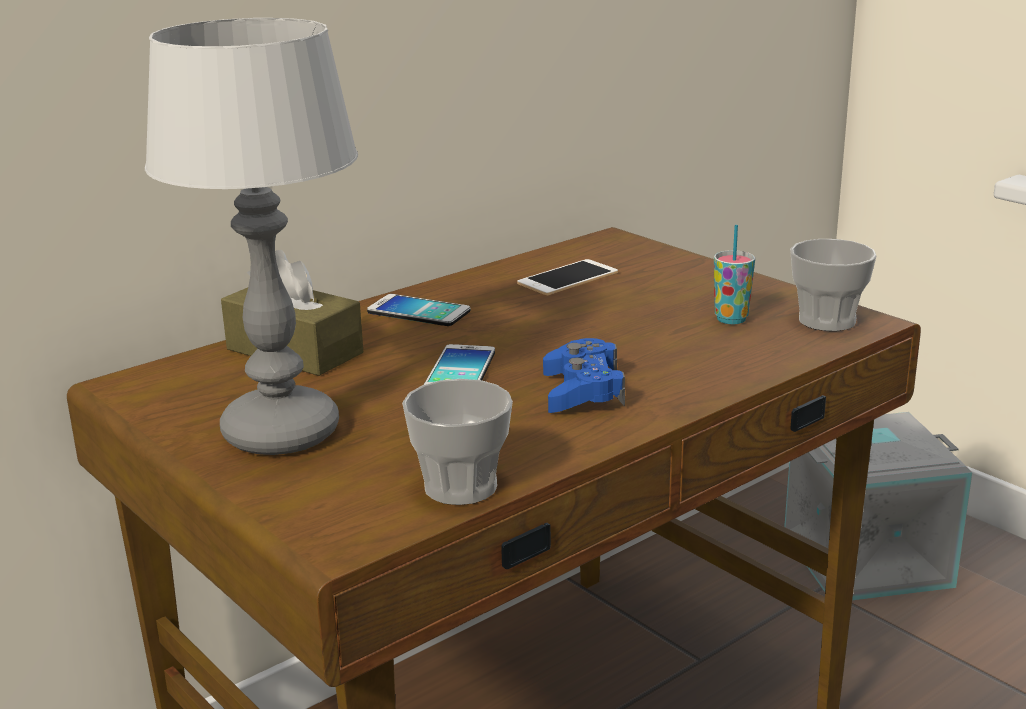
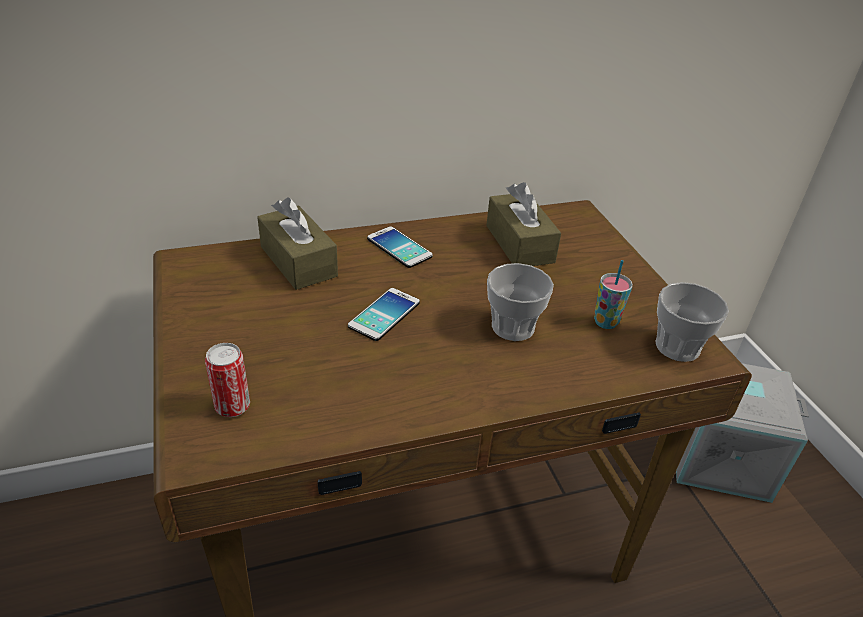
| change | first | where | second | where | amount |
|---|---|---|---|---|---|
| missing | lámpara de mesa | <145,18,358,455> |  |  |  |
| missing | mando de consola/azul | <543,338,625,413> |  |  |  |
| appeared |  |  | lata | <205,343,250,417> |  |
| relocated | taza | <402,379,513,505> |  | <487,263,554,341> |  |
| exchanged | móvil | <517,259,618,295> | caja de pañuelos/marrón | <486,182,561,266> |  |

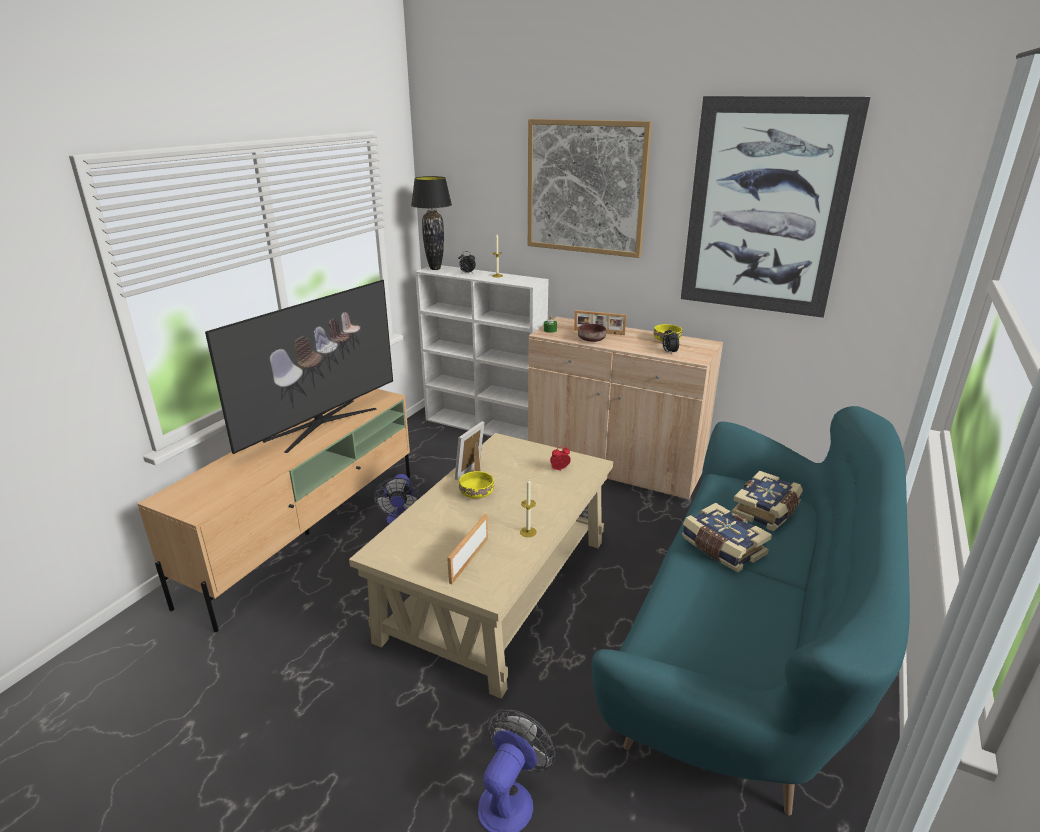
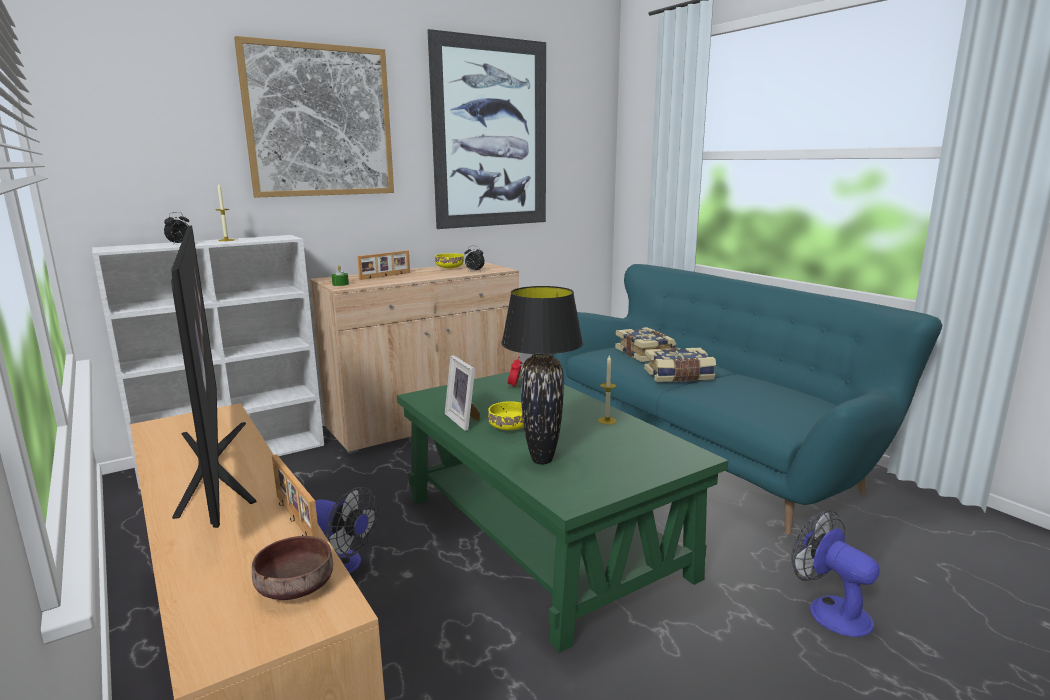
| change | first | where | second | where | amount |
|---|---|---|---|---|---|
| relocated | lámpara de mesa/negro | <411,176,452,270> |  | <501,286,583,464> |  |
| relocated | portarretratos | <447,514,488,584> |  | <272,454,319,538> |  |
| relocated | cuenco/marrón | <578,324,606,342> |  | <252,536,333,600> |  |
| colour | mesa de centro/beis | <349,433,613,699> | mesa de centro/verde | <397,369,728,653> |  |

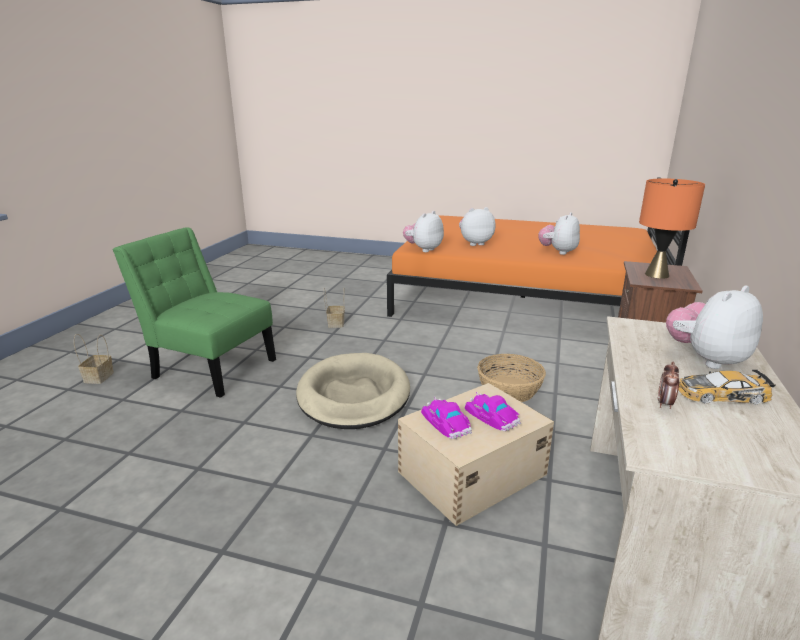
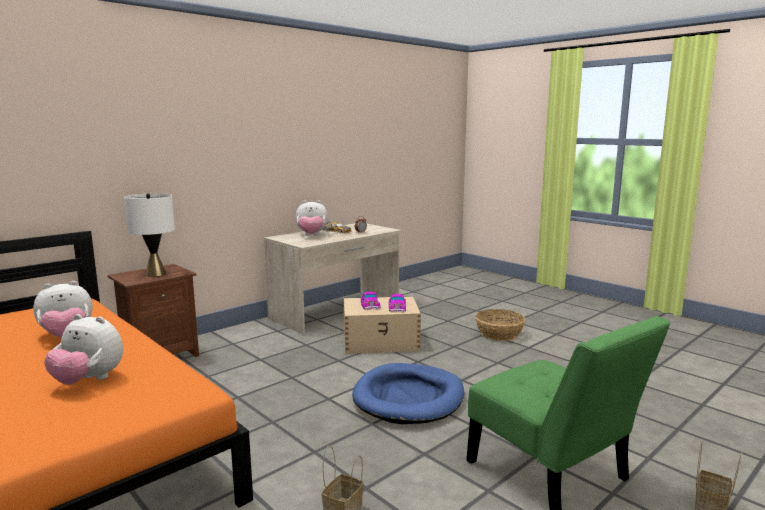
| change | first | where | second | where | amount |
|---|---|---|---|---|---|
| missing | peluche | <403,211,444,252> |  |  |  |
| relocated | cesta | <477,354,546,402> |  | <475,309,525,341> |  |
| colour | cama para perro/beis | <296,353,410,429> | cama para perro/azul | <352,363,464,424> |  |
| colour | lámpara de mesa/naranja | <639,178,705,279> | lámpara de mesa/blanco | <124,193,175,277> |  |

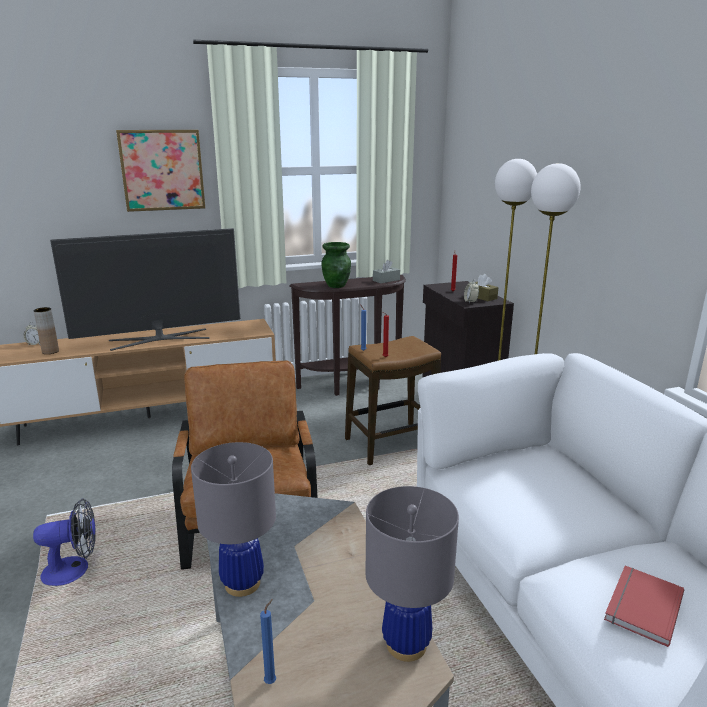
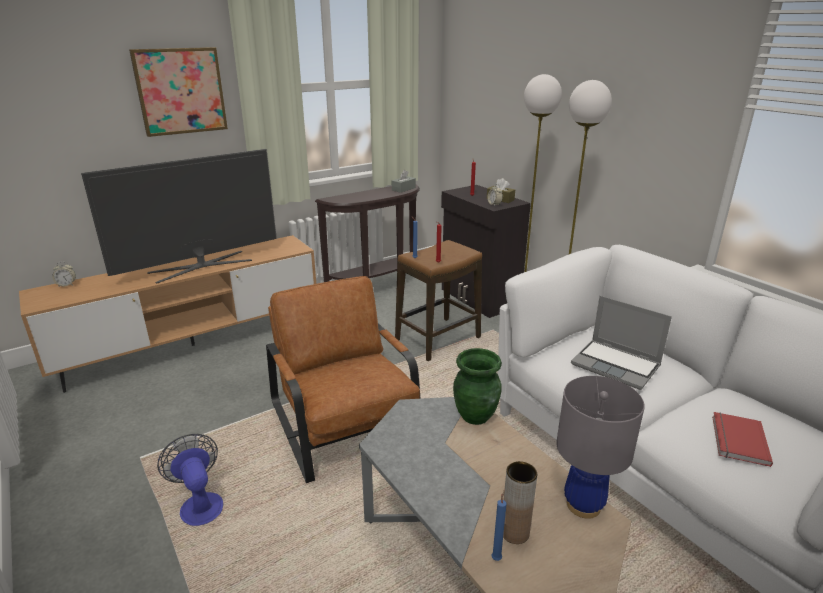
| change | first | where | second | where | amount |
|---|---|---|---|---|---|
| missing | lámpara de mesa/gris | <191,442,276,597> |  |  |  |
| appeared |  |  | portátil | <571,296,672,390> |  |
| relocated | florero/marrón | <34,307,59,354> |  | <503,461,537,544> |  |
| relocated | florero/verde | <322,242,351,288> |  | <453,348,502,425> |  |
| spun | ventilador | <33,498,96,586> |  | <157,434,223,526> | 90 degrees counterclockwise |

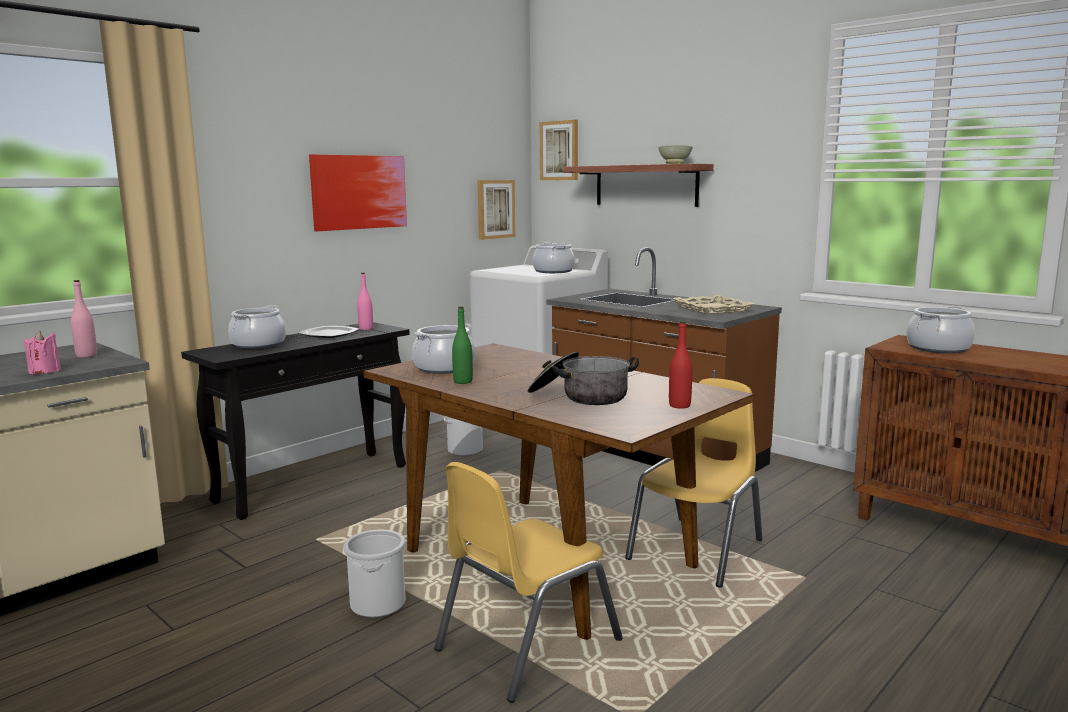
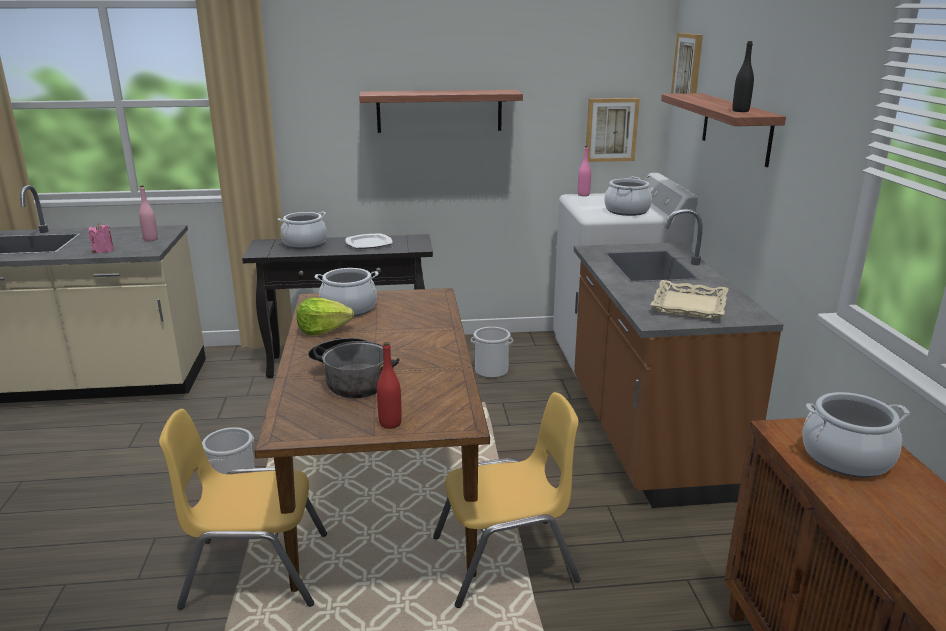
| change | first | where | second | where | amount |
|---|---|---|---|---|---|
| relocated | botella/rosa | <357,273,373,330> |  | <578,146,591,196> |  |
| exchanged | cuadro | <309,154,407,231> | estante | <359,90,523,133> |  |
| exchanged | botella/verde | <452,307,473,384> | lechuga | <296,298,354,335> |  |
| exchanged | cuenco/beis | <658,145,693,164> | botella/negro | <732,41,754,112> |  |

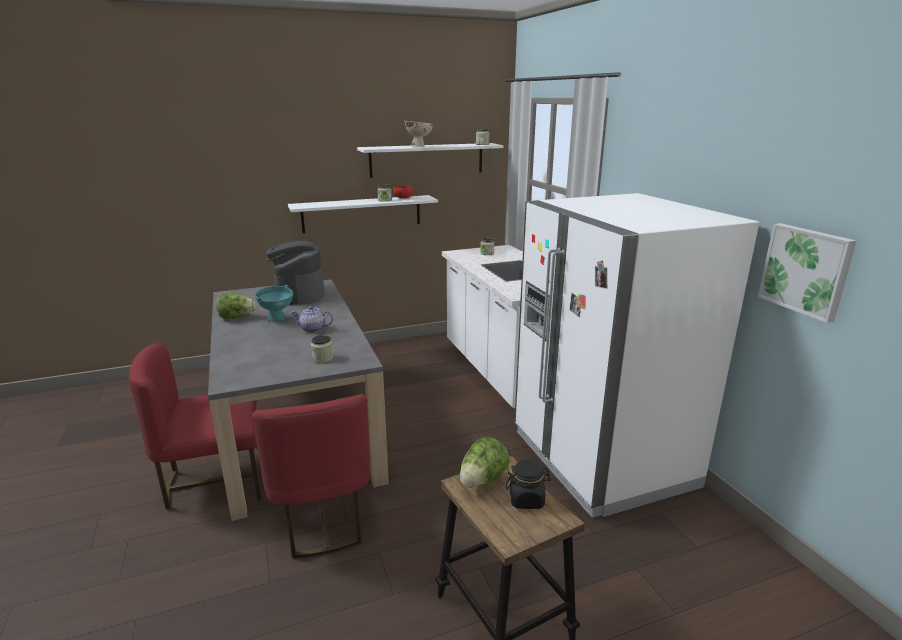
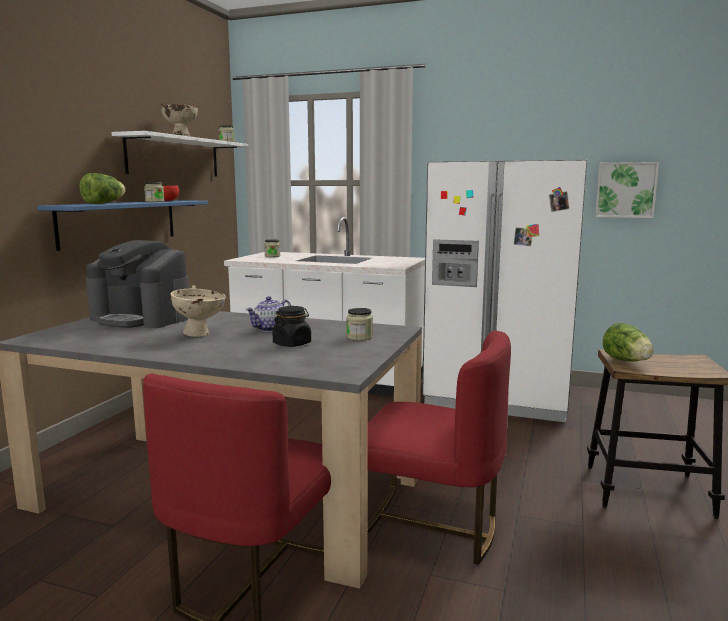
| change | first | where | second | where | amount |
|---|---|---|---|---|---|
| relocated | lechuga | <217,293,256,319> |  | <80,173,126,204> |  |
| relocated | tarro/negro | <506,460,551,509> |  | <272,306,311,347> |  |
| colour | cuenco/turquesa | <255,285,293,322> | cuenco/beis | <171,285,226,337> |  |
| colour | estante/blanco | <288,195,438,233> | estante/azul | <37,200,208,251> |  |

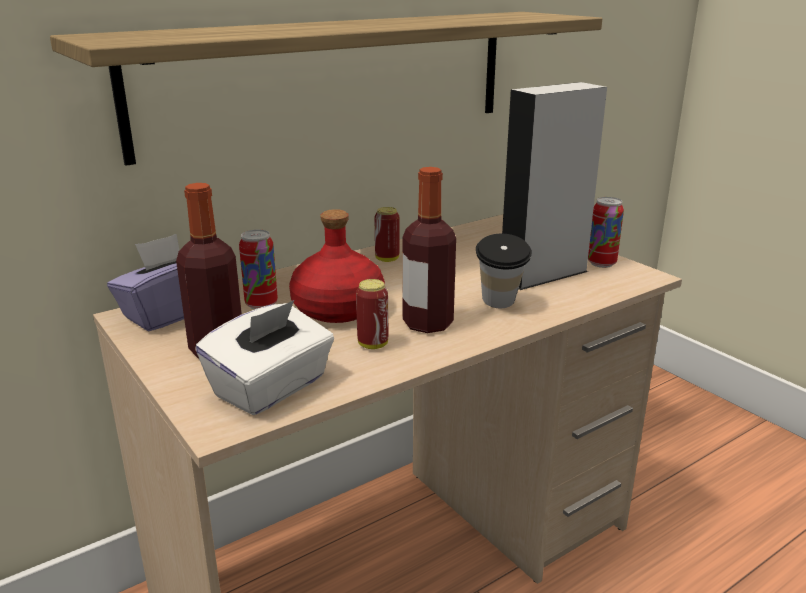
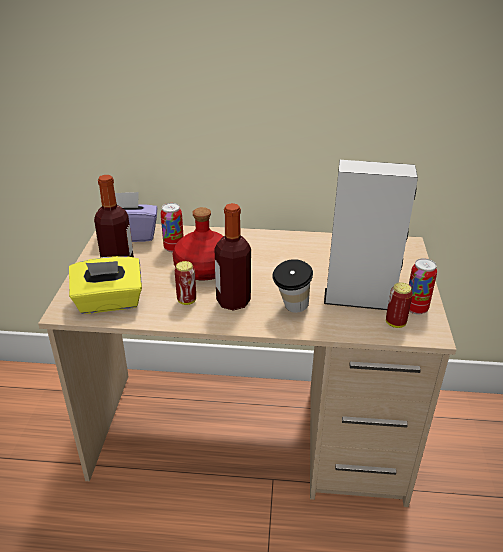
| change | first | where | second | where | amount |
|---|---|---|---|---|---|
| missing | estante | <50,12,602,166> |  |  |  |
| relocated | lata | <374,207,399,262> |  | <386,282,413,328> |  |
| colour | caja de pañuelos/blanco | <195,300,334,415> | caja de pañuelos/amarillo | <69,256,142,314> |  |

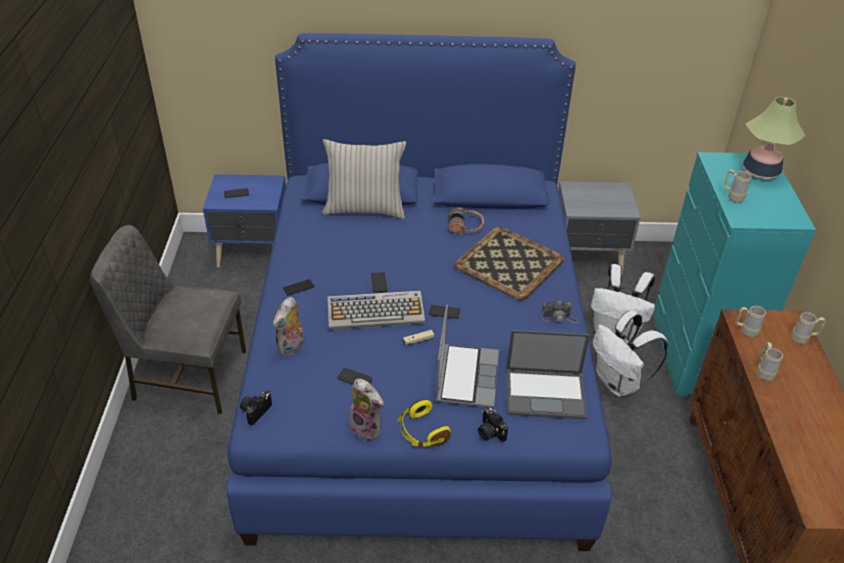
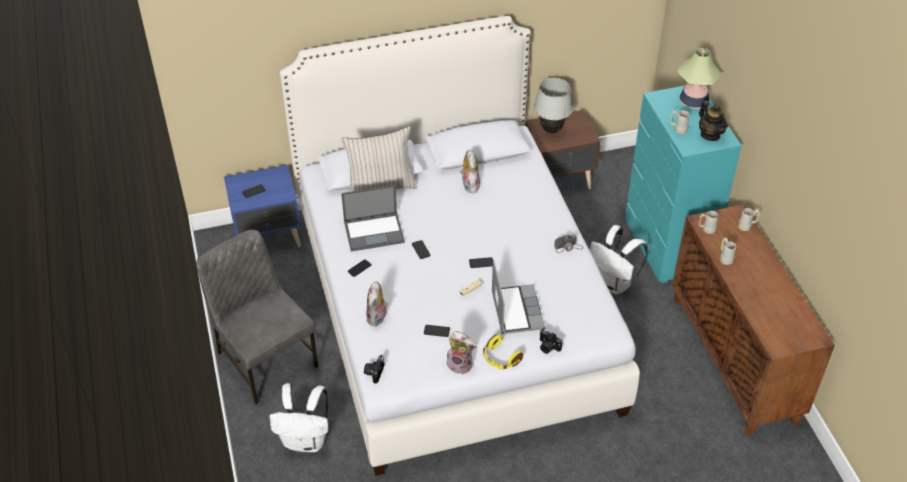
| change | first | where | second | where | amount |
|---|---|---|---|---|---|
| missing | teclado | <327,290,425,330> |  |  |  |
| missing | bandeja | <454,227,564,300> |  |  |  |
| appeared |  |  | lámpara de mesa/blanco | <534,78,573,134> |  |
| appeared |  |  | tetera | <699,101,728,141> |  |
| relocated | portátil | <506,330,590,420> |  | <341,185,405,252> |  |
| relocated | mochila/blanco | <591,264,655,344> |  | <269,383,329,452> |  |
| exchanged | auriculares | <448,208,484,235> | peluche | <460,150,480,193> |  |
| colour | cama/azul | <227,33,611,551> | cama/blanco | <280,16,640,476> |  |
| colour | mesita de noche/gris | <558,182,640,275> | mesita de noche/marrón | <525,110,601,189> |  |
| spun | silla/gris | <90,225,246,414> |  | <196,230,318,404> | 60 degrees clockwise |

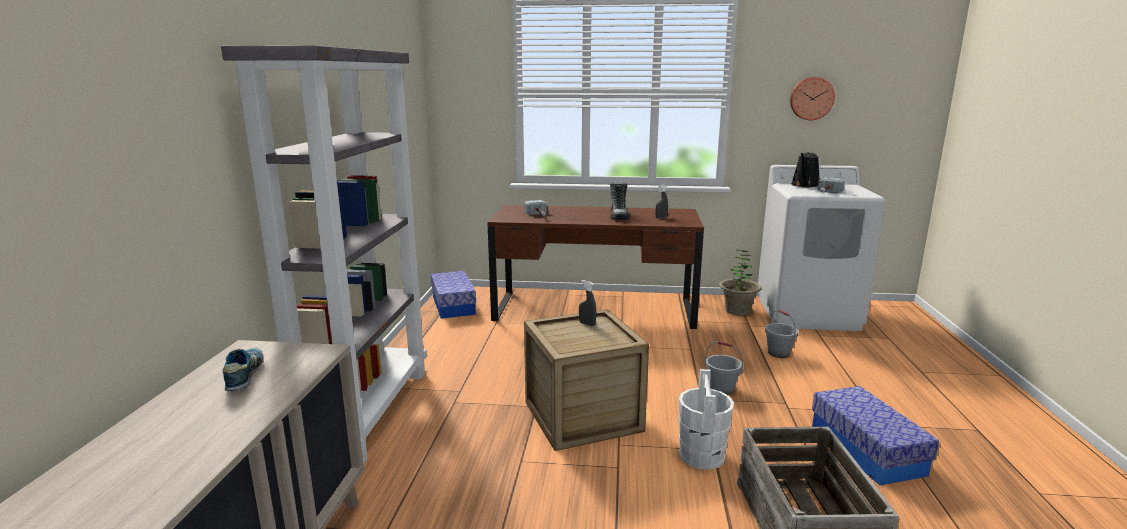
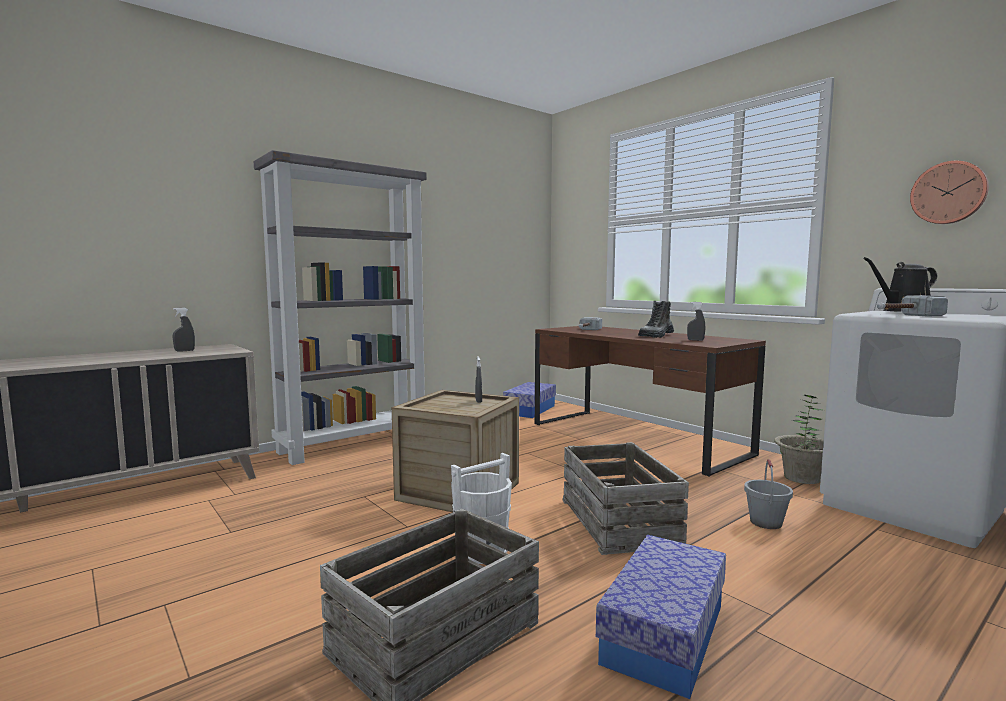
| change | first | where | second | where | amount |
|---|---|---|---|---|---|
| exchanged | zapato | <222,348,264,391> | pulverizador/gris | <172,308,195,351> |  |
| exchanged | cubo/gris | <705,341,744,395> | caja de embalaje | <563,442,689,555> |  |

